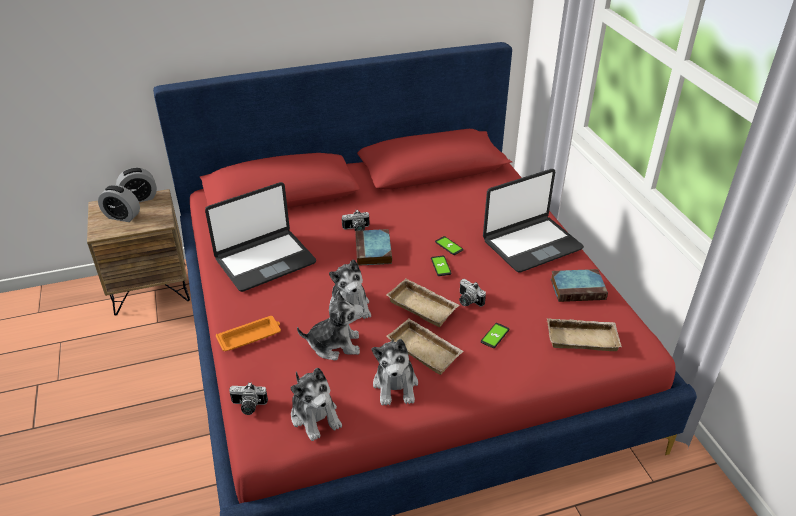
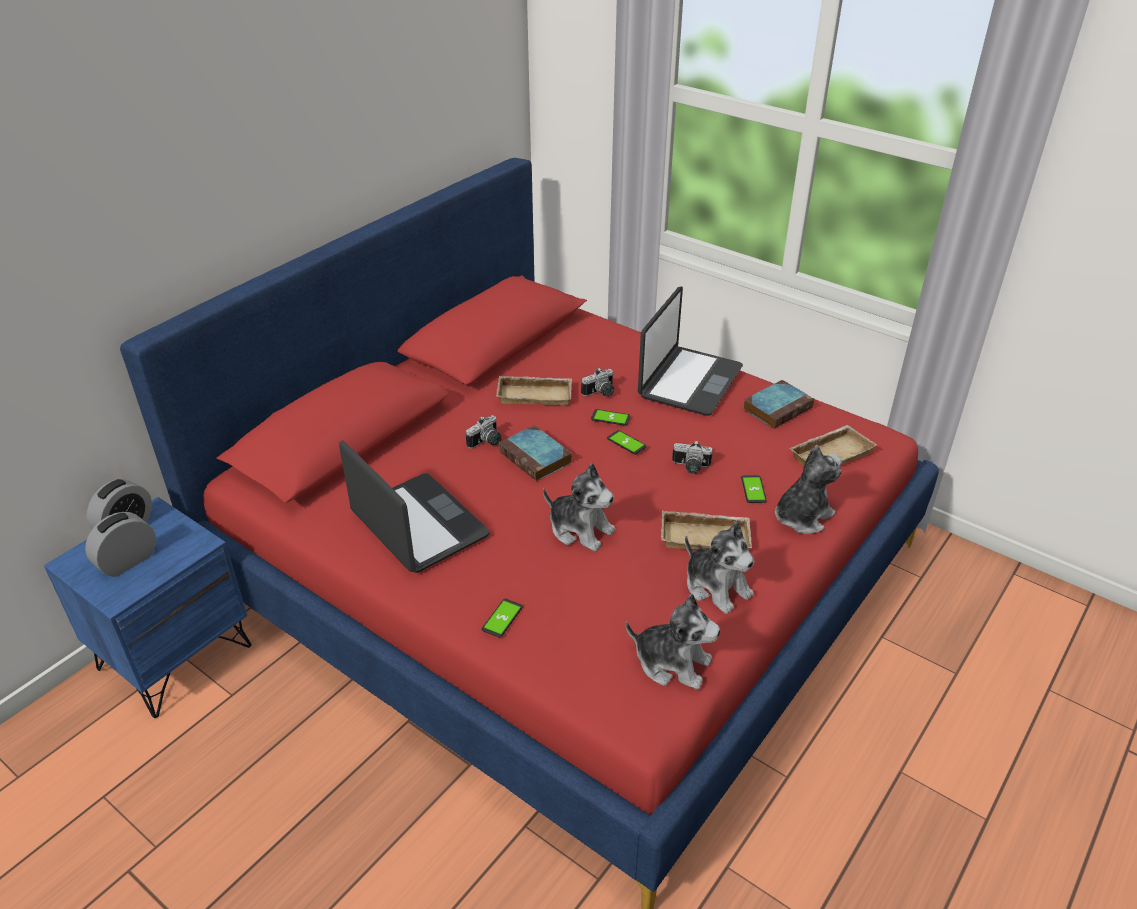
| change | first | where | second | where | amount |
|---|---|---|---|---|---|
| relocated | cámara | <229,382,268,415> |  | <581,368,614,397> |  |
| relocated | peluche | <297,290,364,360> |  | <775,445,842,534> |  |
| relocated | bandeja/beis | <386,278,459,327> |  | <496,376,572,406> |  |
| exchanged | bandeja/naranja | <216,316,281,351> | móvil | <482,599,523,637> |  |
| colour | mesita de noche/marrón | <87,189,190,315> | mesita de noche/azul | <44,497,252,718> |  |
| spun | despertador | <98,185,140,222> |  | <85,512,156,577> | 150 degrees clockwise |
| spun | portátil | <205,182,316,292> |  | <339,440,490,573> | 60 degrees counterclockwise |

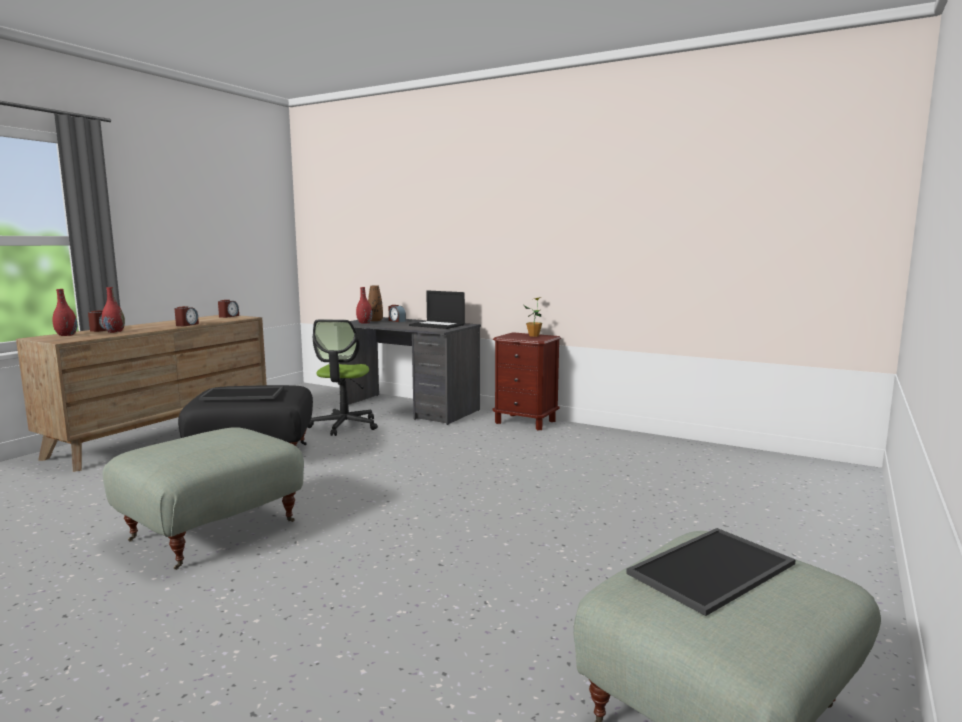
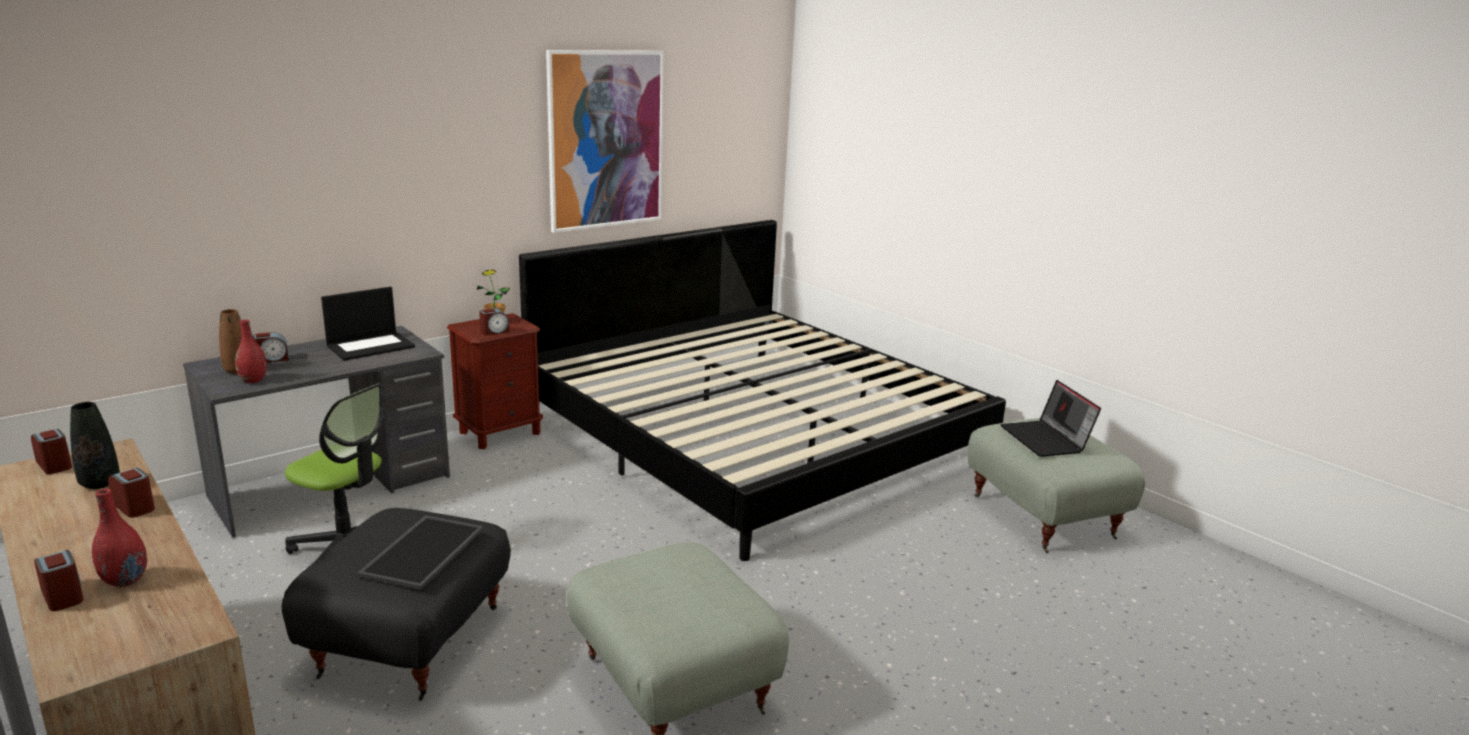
| change | first | where | second | where | amount |
|---|---|---|---|---|---|
| missing | florero/rojo | <52,289,77,336> |  |  |  |
| appeared |  |  | florero/negro | <70,402,120,489> |  |
| appeared |  |  | despertador | <479,308,509,335> |  |
| appeared |  |  | cama | <519,220,1006,561> |  |
| appeared |  |  | cuadro | <546,50,664,233> |  |
| exchanged | bandeja | <626,528,796,616> | portátil | <1000,380,1101,457> |  |

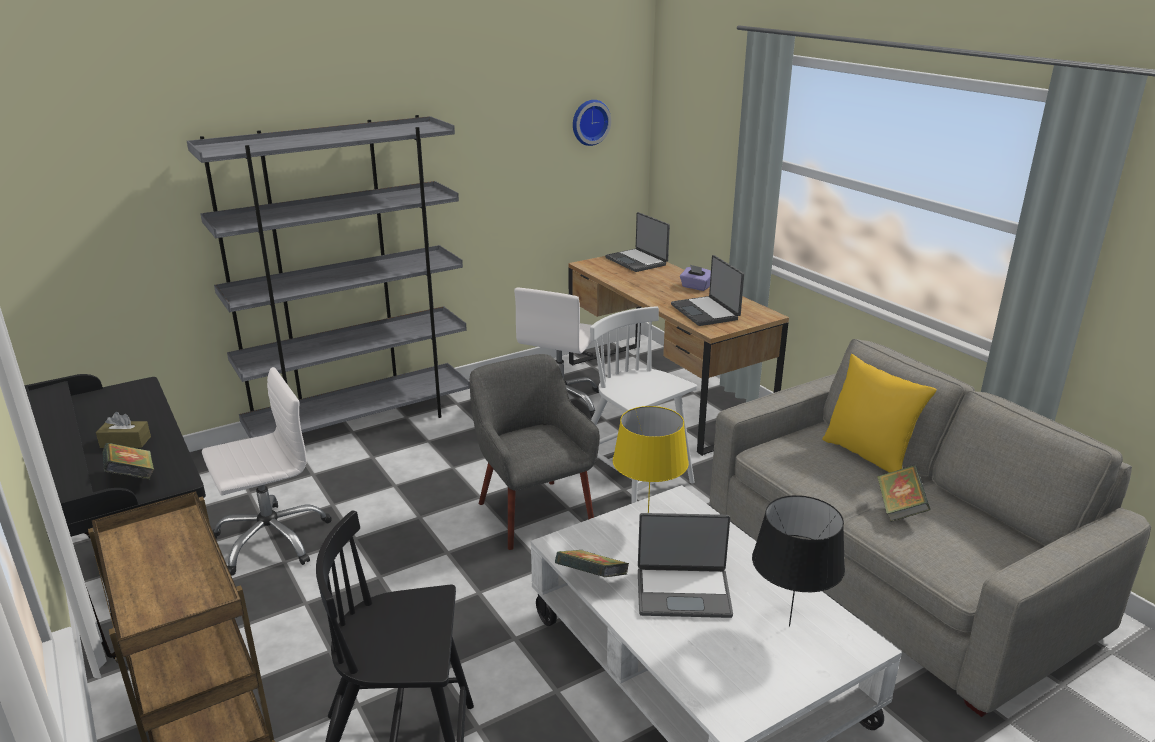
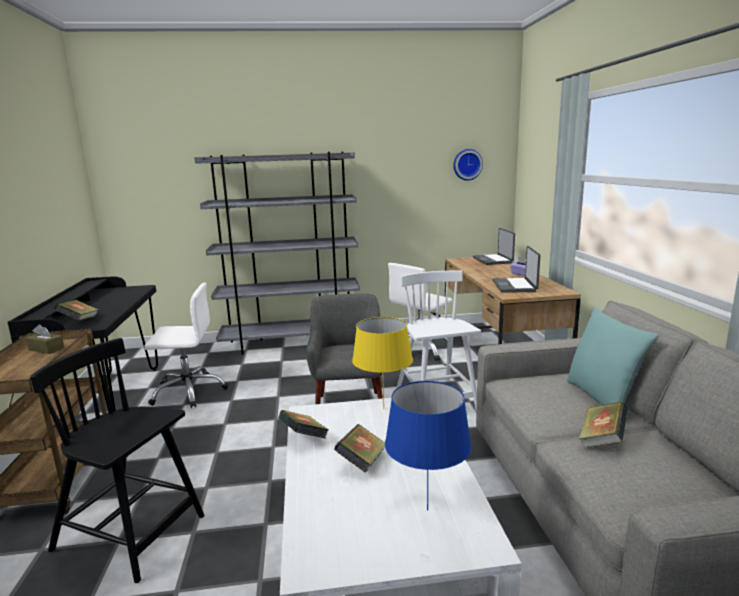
| change | first | where | second | where | amount |
|---|---|---|---|---|---|
| relocated | caja de pañuelos/marrón | <96,412,151,448> |  | <26,324,65,354> |  |
| exchanged | portátil | <638,513,733,618> | libro | <334,424,385,473> |  |
| colour | lámpara de mesa/negro | <752,495,845,627> | lámpara de mesa/azul | <385,381,472,510> |  |
| colour | cojín/amarillo | <822,354,937,473> | cojín/turquesa | <567,307,658,405> |  |

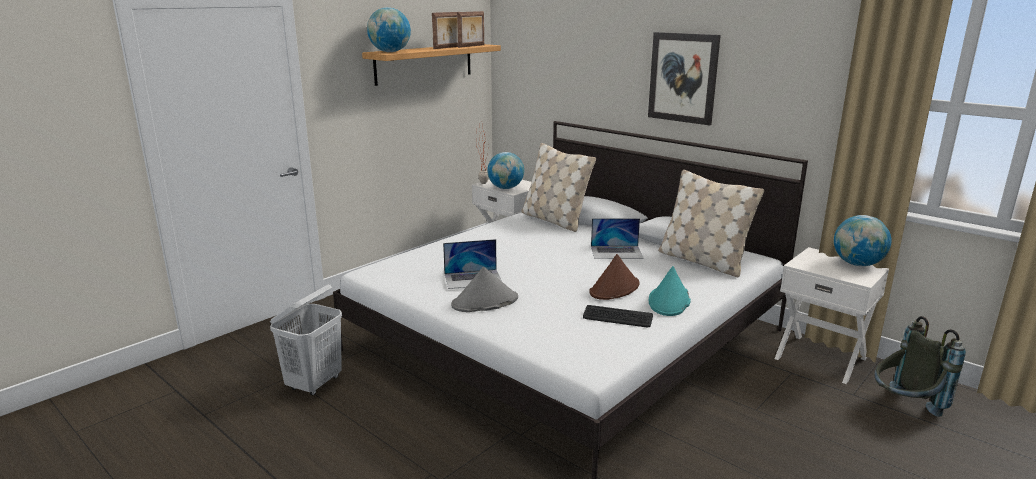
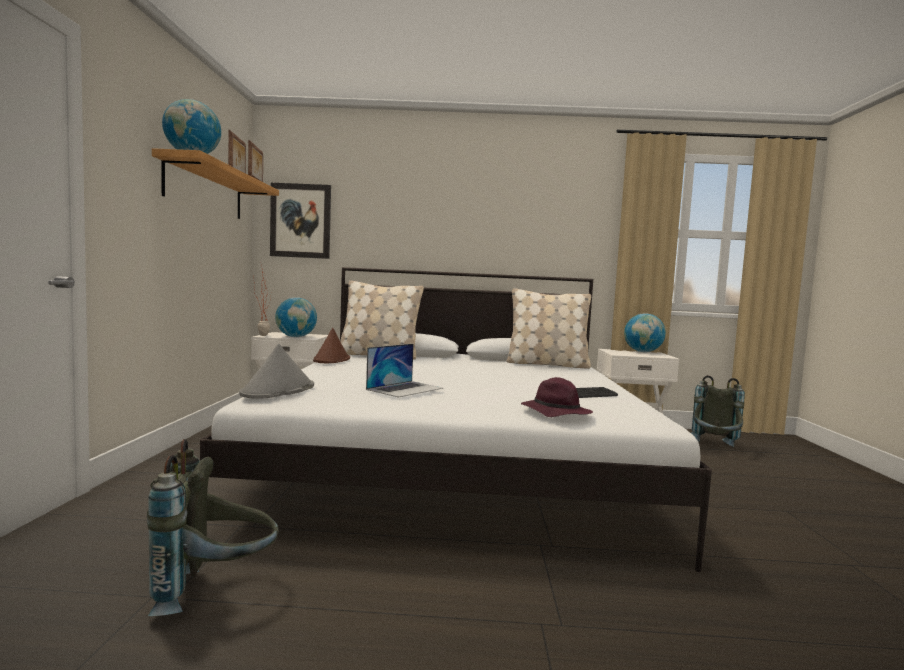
| change | first | where | second | where | amount |
|---|---|---|---|---|---|
| missing | portátil | <591,218,644,259> |  |  |  |
| missing | sombrero/turquesa | <649,266,691,316> |  |  |  |
| appeared |  |  | sombrero/morado | <521,377,593,417> |  |
| relocated | sombrero/gris | <451,267,518,312> |  | <239,344,314,399> |  |
| relocated | sombrero/marrón | <589,254,639,300> |  | <313,328,350,363> |  |
| relocated | cuadro | <648,32,721,125> |  | <270,183,331,259> |  |
| exchanged | cesto de la ropa/blanco | <270,284,342,396> | mochila/gris | <147,439,279,616> |  |

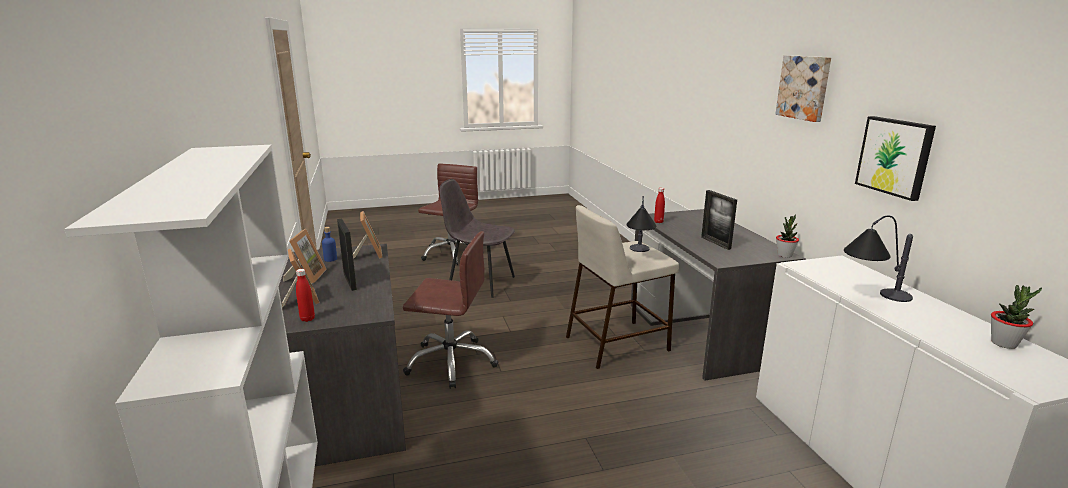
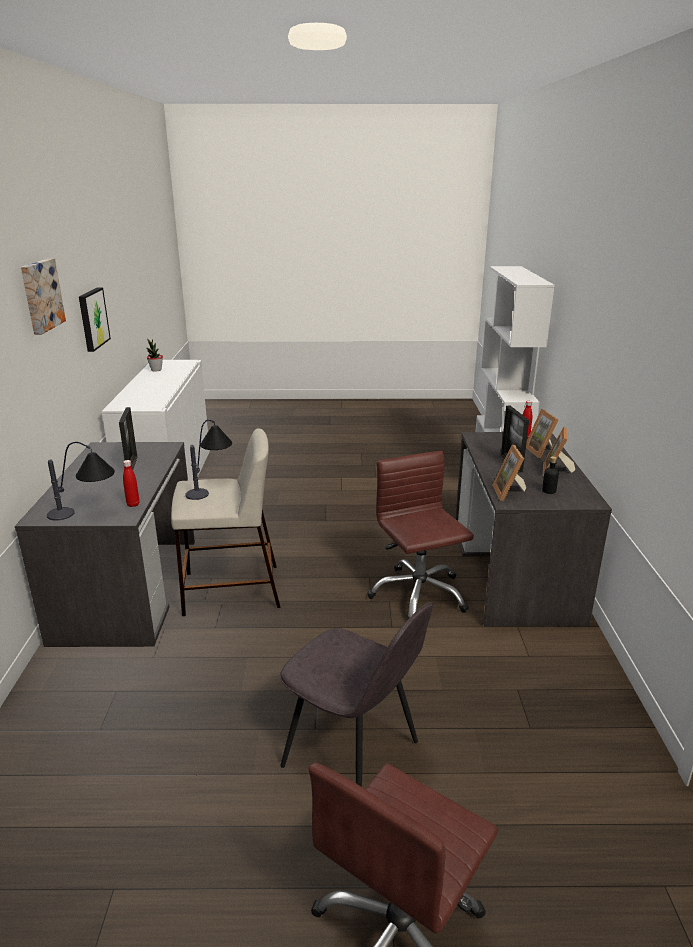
| change | first | where | second | where | amount |
|---|---|---|---|---|---|
| missing | planta en maceta | <776,214,799,258> |  |  |  |
| relocated | lámpara de mesa | <844,215,913,302> |  | <47,442,115,521> |  |
| colour | botella/azul | <322,227,337,262> | botella/negro | <542,456,559,494> |  |
| spun | silla de oficina/marrón | <403,231,498,389> |  | <367,451,474,619> | 45 degrees clockwise |

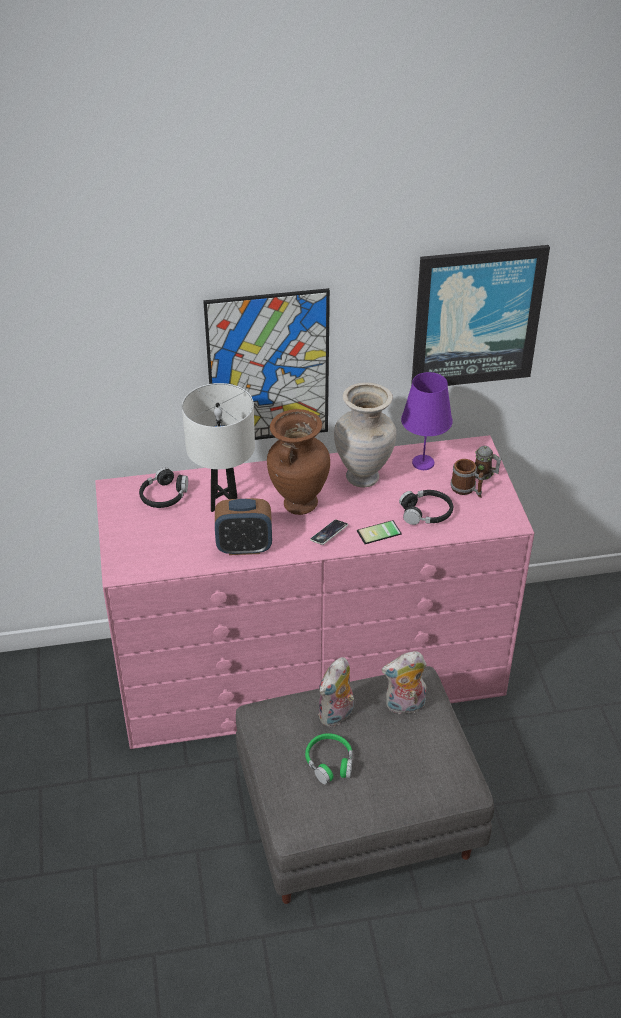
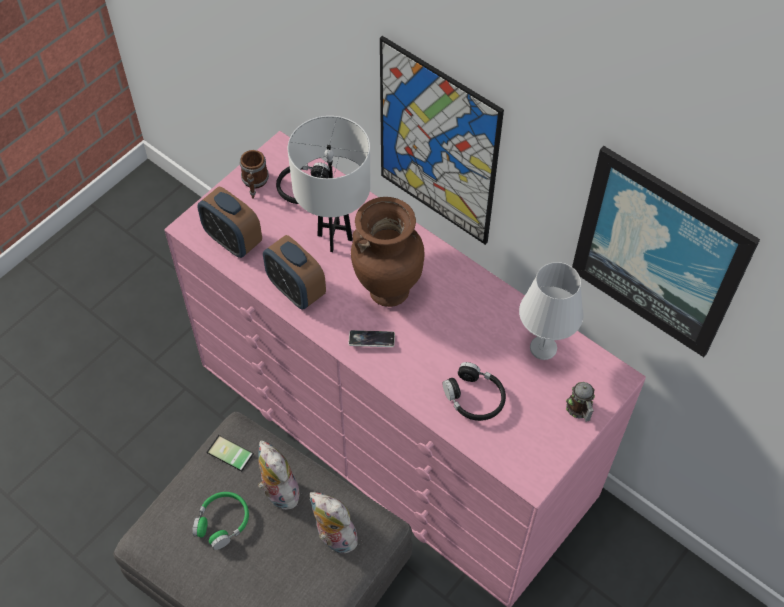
| change | first | where | second | where | amount |
|---|---|---|---|---|---|
| missing | florero/beis | <334,382,396,487> |  |  |  |
| appeared |  |  | despertador | <197,187,262,258> |  |
| relocated | móvil | <357,520,402,544> |  | <206,435,254,471> |  |
| relocated | taza grande | <450,459,484,498> |  | <240,150,269,199> |  |
| colour | lámpara de mesa/morado | <401,372,453,470> | lámpara de mesa/blanco | <519,262,584,360> |  |
| spun | peluche | <318,657,354,727> |  | <258,440,299,510> | 60 degrees clockwise |

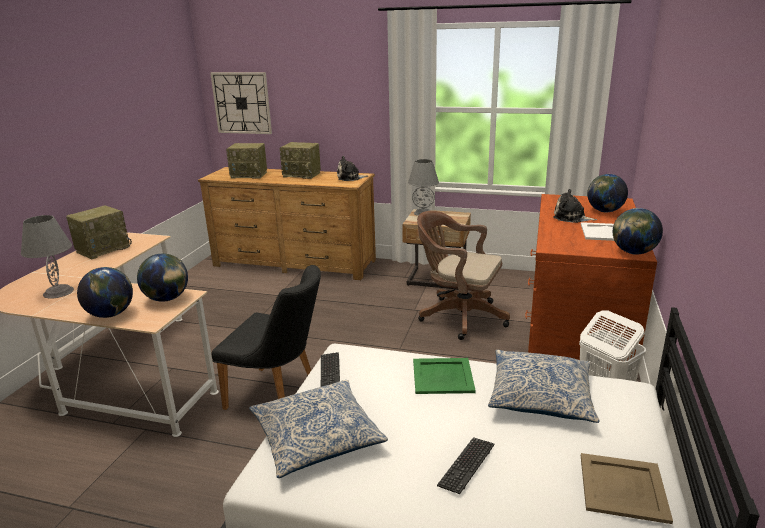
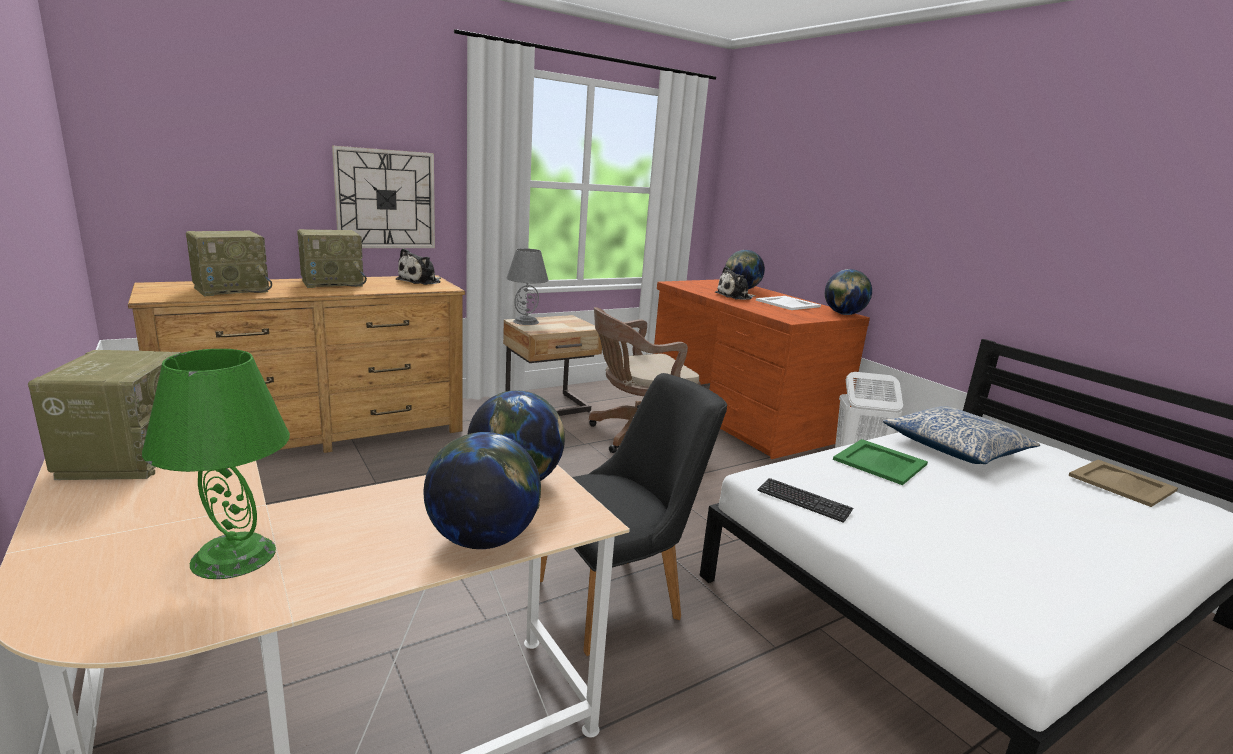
| change | first | where | second | where | amount |
|---|---|---|---|---|---|
| missing | cojín | <249,380,388,478> |  |  |  |
| missing | teclado | <437,437,494,494> |  |  |  |
| relocated | reloj de pared | <210,72,272,134> |  | <332,145,435,248> |  |
| colour | lámpara de mesa/gris | <21,215,74,299> | lámpara de mesa/verde | <142,349,290,579> |  |

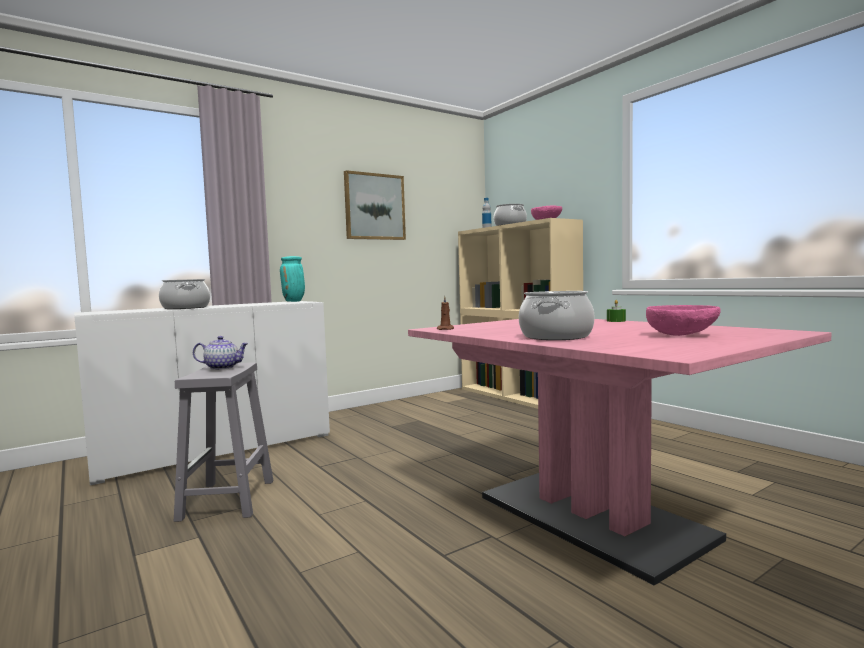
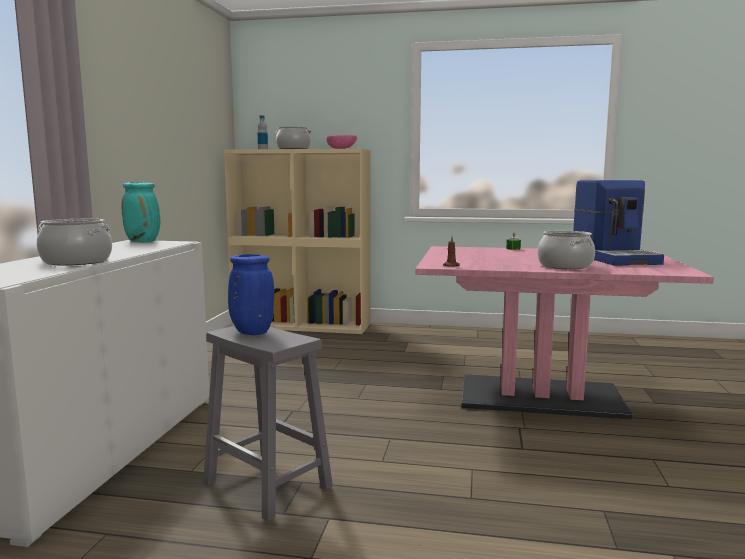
| change | first | where | second | where | amount |
|---|---|---|---|---|---|
| missing | cuadro | <344,170,406,240> |  |  |  |
| exchanged | tetera | <193,336,249,370> | florero/azul | <228,254,274,335> |  |
| exchanged | cuenco/rosa | <646,305,721,336> | cafetera | <573,180,664,266> |  |

